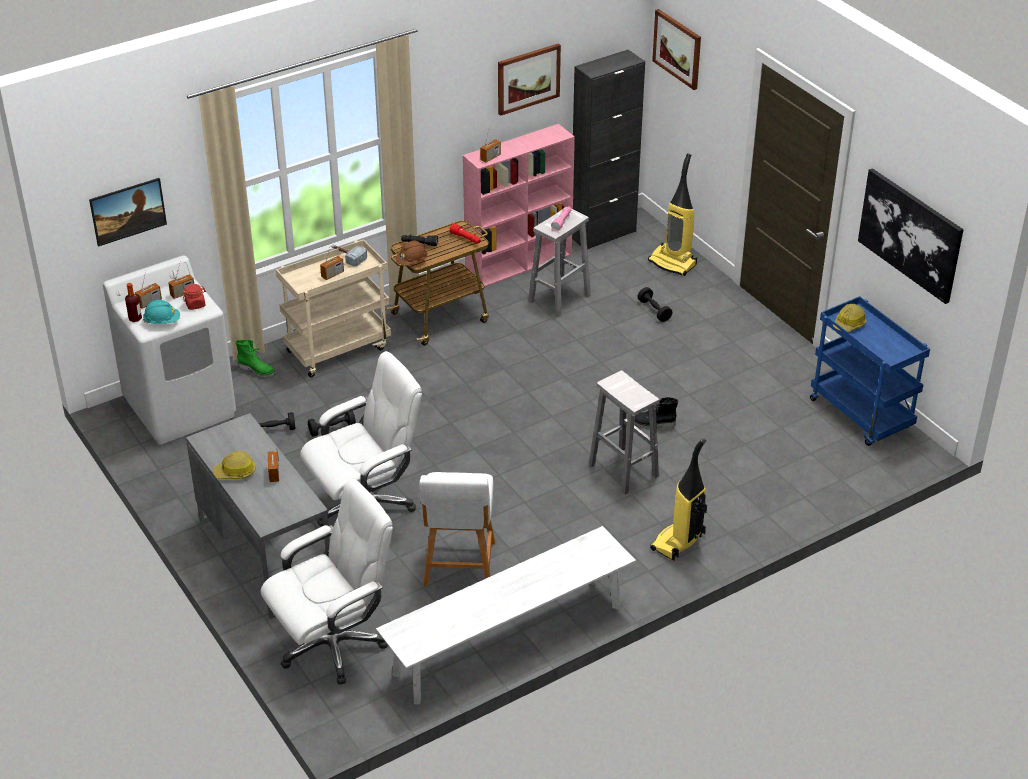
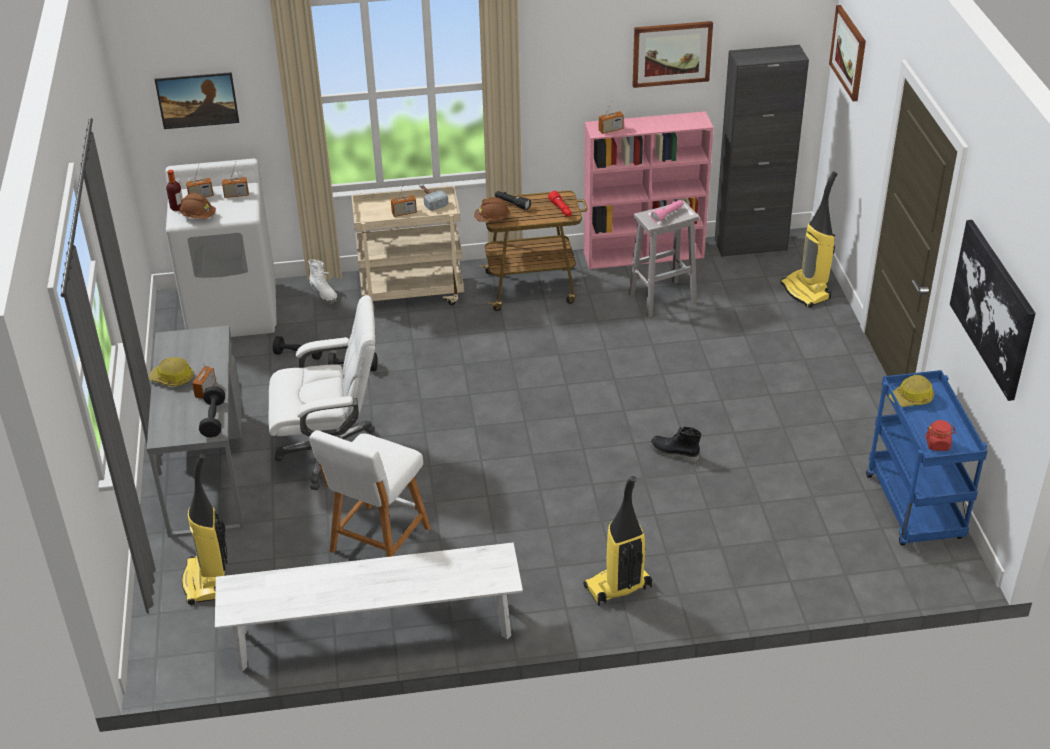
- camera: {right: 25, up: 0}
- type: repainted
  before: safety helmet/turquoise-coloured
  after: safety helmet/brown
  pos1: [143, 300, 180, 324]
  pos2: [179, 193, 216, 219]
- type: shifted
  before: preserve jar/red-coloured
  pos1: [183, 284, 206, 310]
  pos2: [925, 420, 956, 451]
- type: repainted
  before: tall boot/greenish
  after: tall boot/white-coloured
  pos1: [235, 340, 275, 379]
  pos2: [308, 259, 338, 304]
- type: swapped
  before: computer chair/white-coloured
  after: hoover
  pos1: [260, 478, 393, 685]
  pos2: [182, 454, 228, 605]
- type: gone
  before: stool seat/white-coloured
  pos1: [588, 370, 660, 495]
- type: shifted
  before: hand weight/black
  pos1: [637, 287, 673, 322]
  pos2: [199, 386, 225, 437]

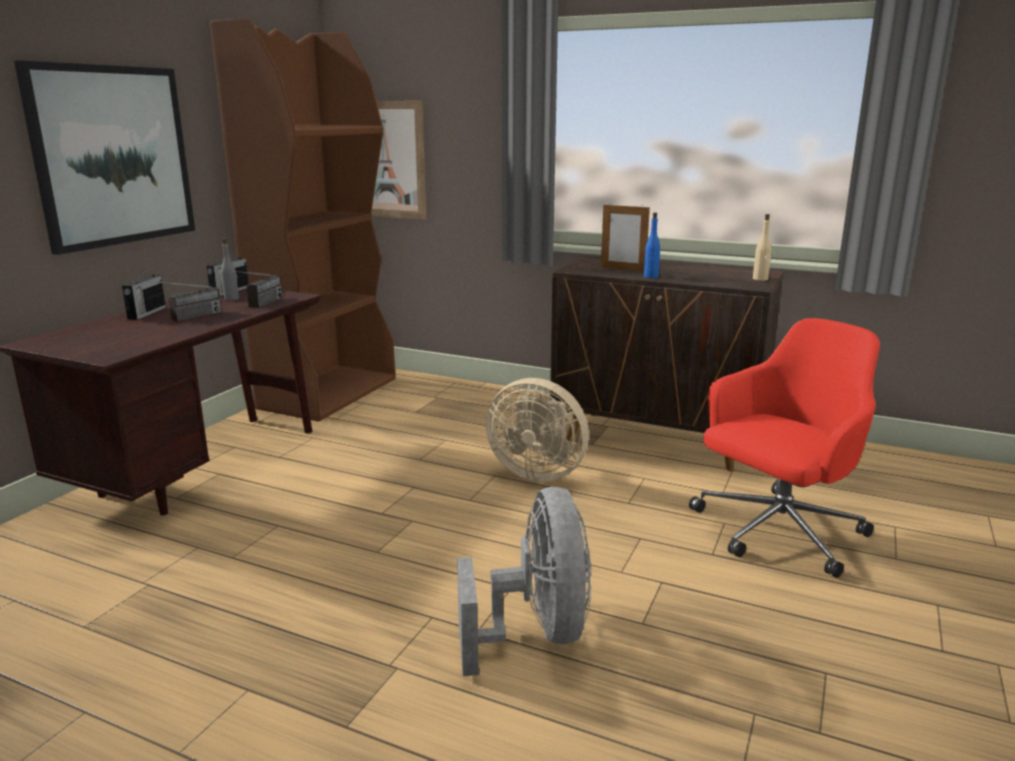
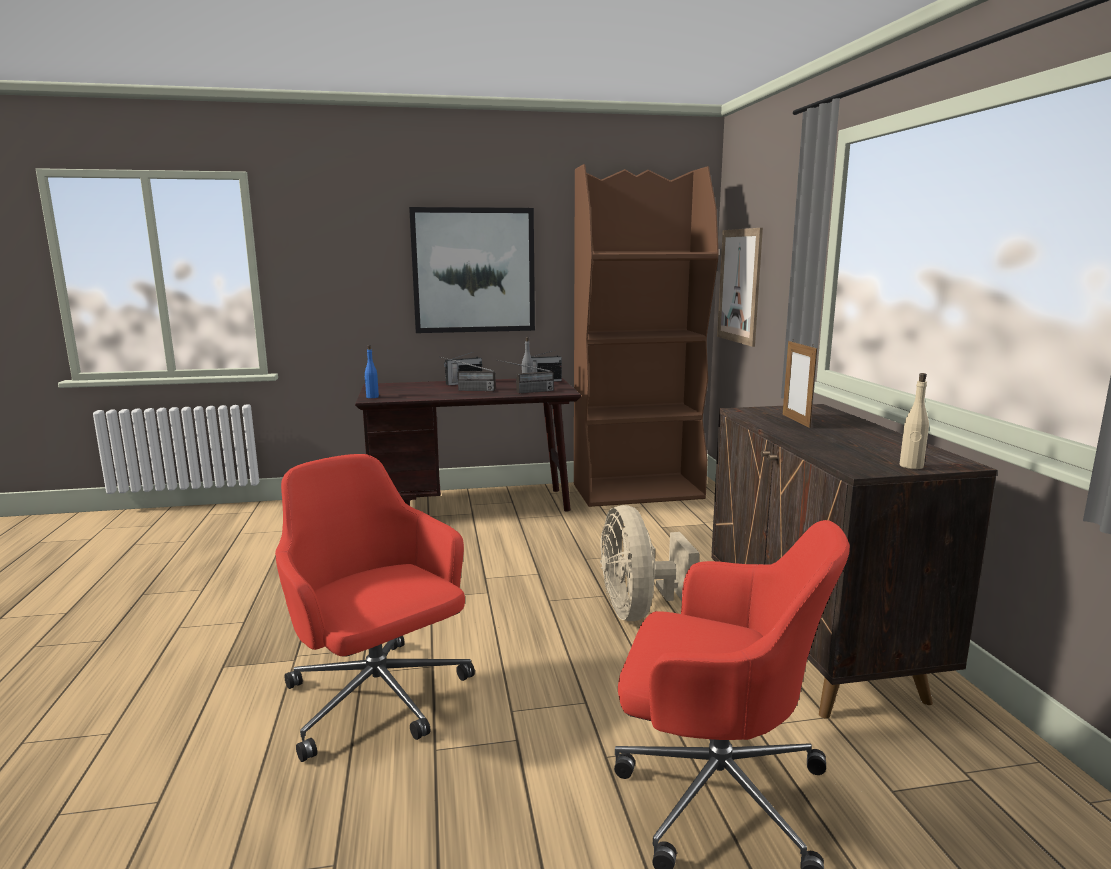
- camera: {right: 55, up: -5}
- type: swapped
  before: electric fan/greyish
  after: computer chair/red-coloured
  pos1: [457, 487, 592, 676]
  pos2: [275, 454, 475, 762]
- type: shifted
  before: bottle/blue
  pos1: [644, 213, 660, 278]
  pos2: [364, 345, 379, 398]

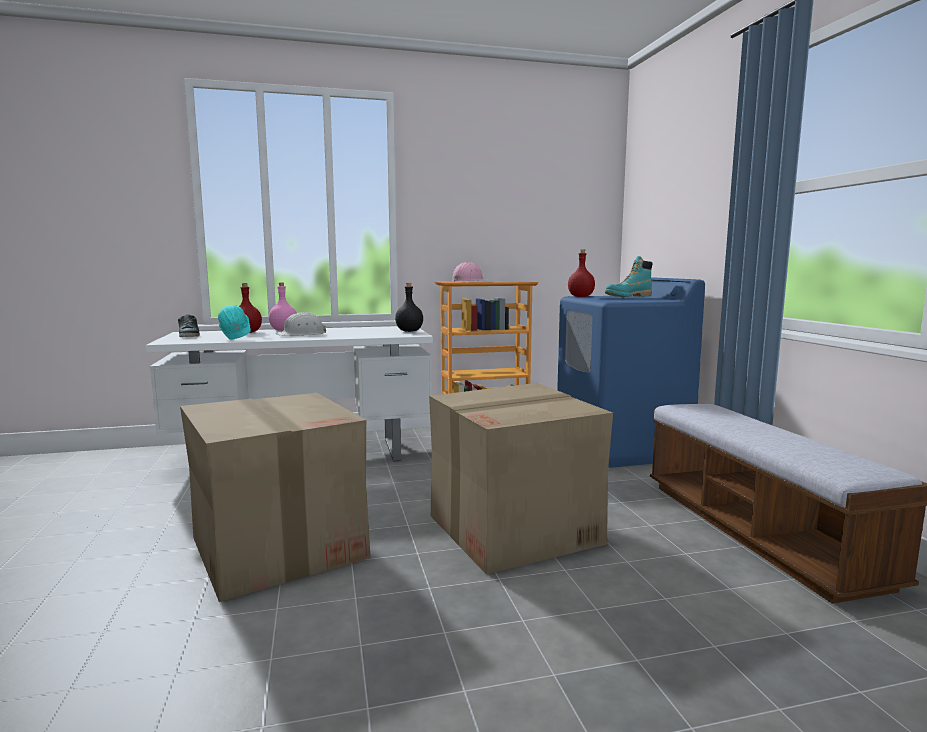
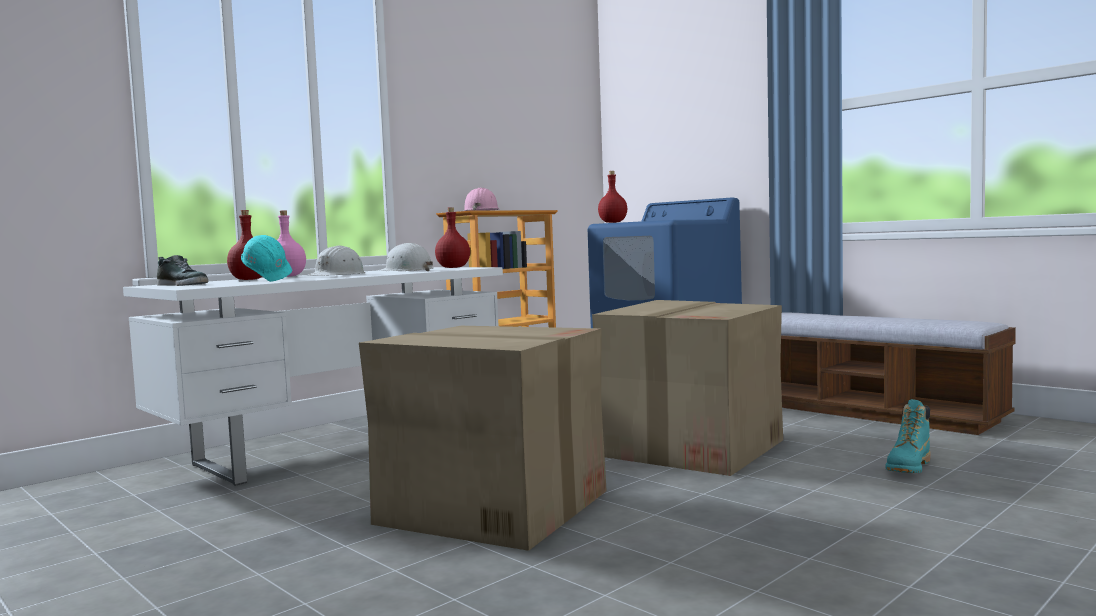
- camera: {right: -30, up: -5}
- type: repainted
  before: bottle/black
  after: bottle/red-coloured
  pos1: [395, 283, 423, 332]
  pos2: [435, 207, 470, 268]
- type: shifted
  before: tall boot/turquoise-coloured
  pos1: [605, 256, 652, 297]
  pos2: [885, 399, 931, 473]
- type: new
  after: safety helmet/white-coloured
  pos2: [379, 243, 434, 271]

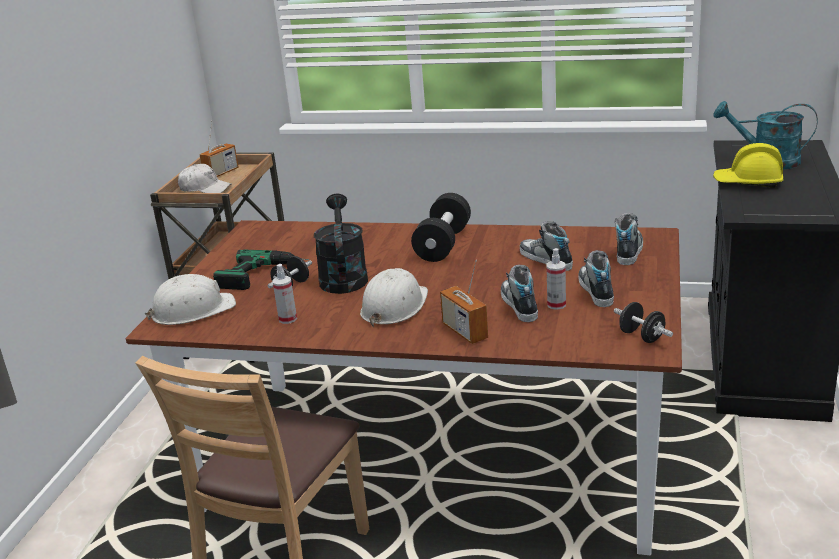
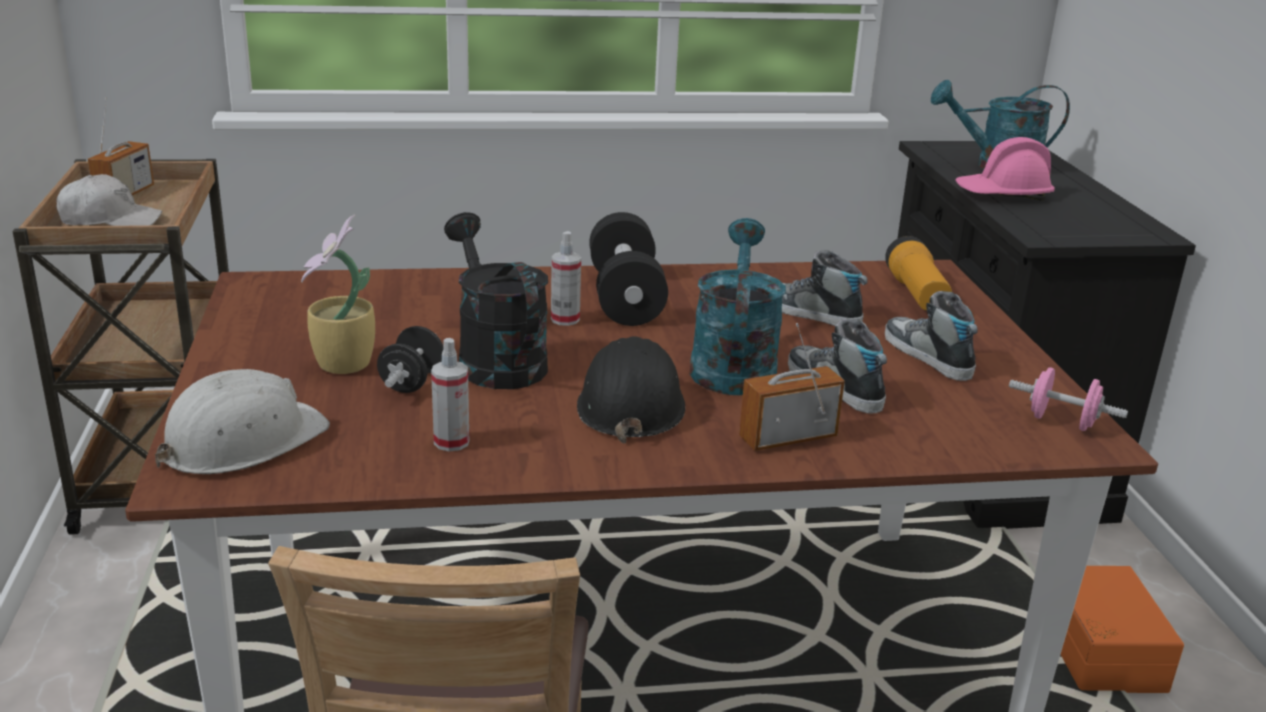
- camera: {right: -25, up: 0}
- type: swapped
  before: electric drill
  after: potted plant
  pos1: [213, 250, 309, 290]
  pos2: [301, 215, 375, 374]
- type: repainted
  before: safety helmet/white-coloured
  after: safety helmet/black
  pos1: [360, 268, 428, 327]
  pos2: [577, 336, 685, 443]
- type: rotated
  before: radio set
  pos1: [440, 260, 488, 344]
  pos2: [739, 323, 845, 451]
  turn: 120
- type: shifted
  before: spray bottle
  pos1: [546, 248, 566, 310]
  pos2: [551, 231, 581, 326]
- type: repainted
  before: hand weight/black
  after: hand weight/pink
  pos1: [614, 302, 673, 343]
  pos2: [1009, 367, 1128, 431]
- type: swapped
  before: low shoe
  after: flashlight
  pos1: [615, 213, 643, 265]
  pos2: [885, 236, 952, 311]
- type: repainted
  before: safety helmet/yellowish
  after: safety helmet/pink
  pos1: [713, 143, 784, 188]
  pos2: [955, 137, 1055, 200]
- type: new
  after: watering can/turquoise-coloured
  pos2: [689, 218, 786, 395]
- type: new
  after: storage bin/orange
  pos2: [1060, 566, 1184, 693]

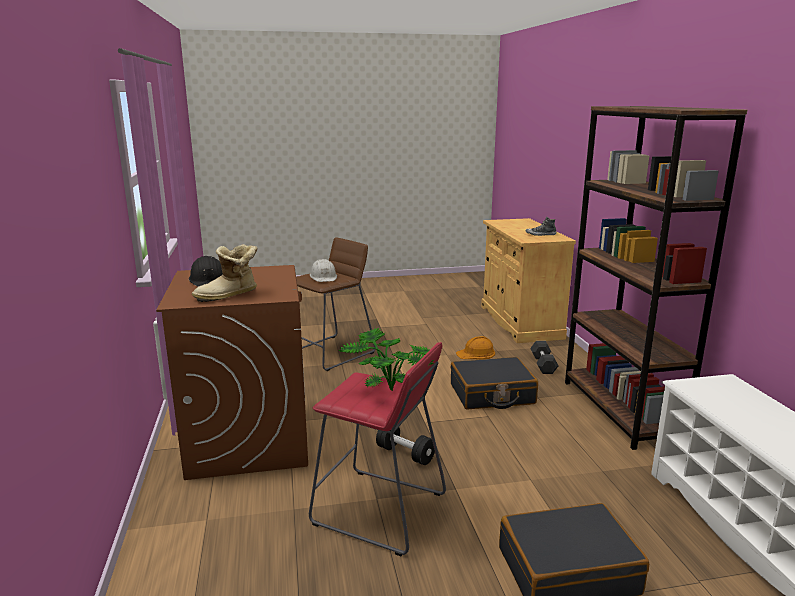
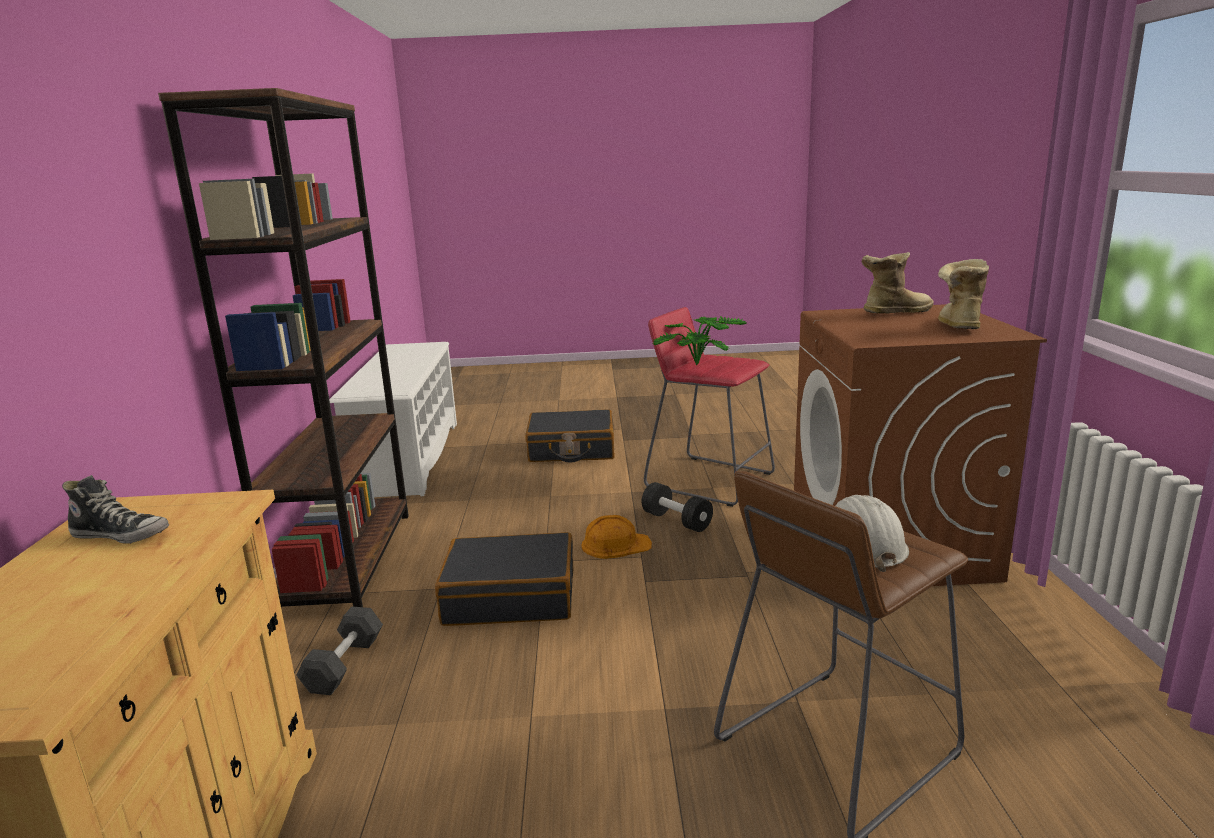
- camera: {right: -170, up: 0}
- type: swapped
  before: safety helmet/black
  after: tall boot
  pos1: [189, 256, 223, 287]
  pos2: [938, 259, 989, 329]
- type: shifted
  before: safety helmet/orange
  pos1: [456, 336, 495, 360]
  pos2: [581, 515, 652, 559]

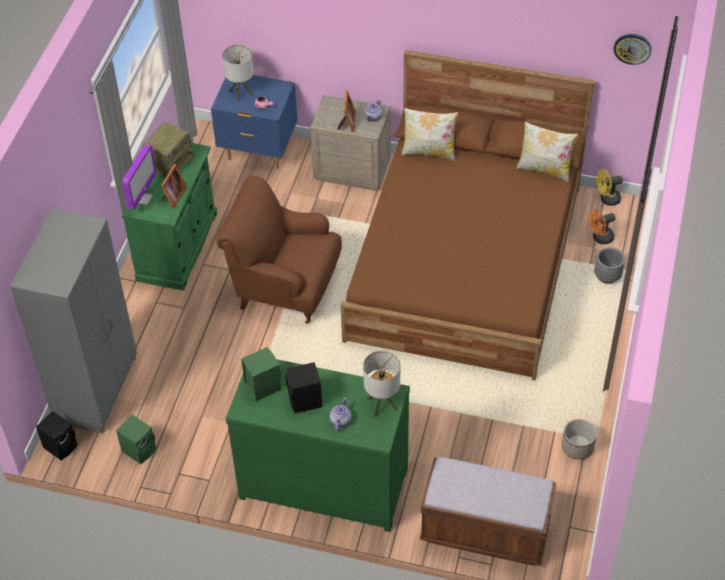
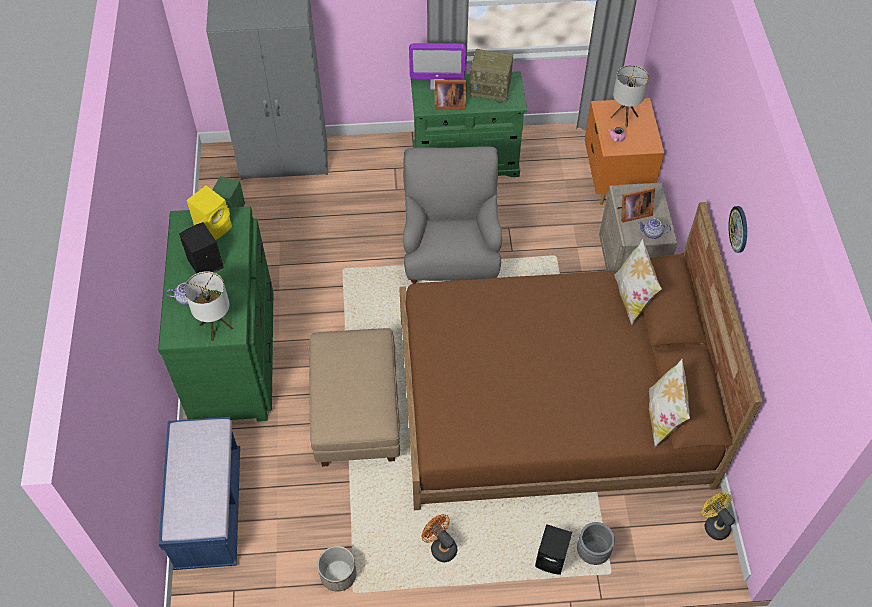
- camera: {right: 70, up: 5}
- type: shifted
  before: loudspeaker/black
  pos1: [36, 411, 78, 461]
  pos2: [535, 524, 572, 575]
- type: repainted
  before: nightstand/blue
  after: nightstand/orange
  pos1: [211, 75, 297, 169]
  pos2: [585, 98, 664, 205]
- type: repainted
  before: easy chair/brown
  after: easy chair/greyish
  pos1: [217, 176, 342, 324]
  pos2: [403, 146, 502, 284]
- type: repainted
  before: loudspeaker/greenish
  after: loudspeaker/yellowish
  pos1: [241, 347, 282, 401]
  pos2: [187, 186, 232, 240]
- type: repainted
  before: indoor bench/brown
  after: indoor bench/blue
  pos1: [420, 457, 556, 566]
  pos2: [158, 417, 240, 570]
- type: shifted
  before: electric fan/orange
  pos1: [588, 209, 616, 244]
  pos2: [422, 514, 457, 562]
- type: shifted
  before: wall clock
  pos1: [614, 34, 652, 65]
  pos2: [728, 206, 747, 253]
- type: new
  after: footrest/sand-coloured
  pos2: [309, 328, 400, 467]

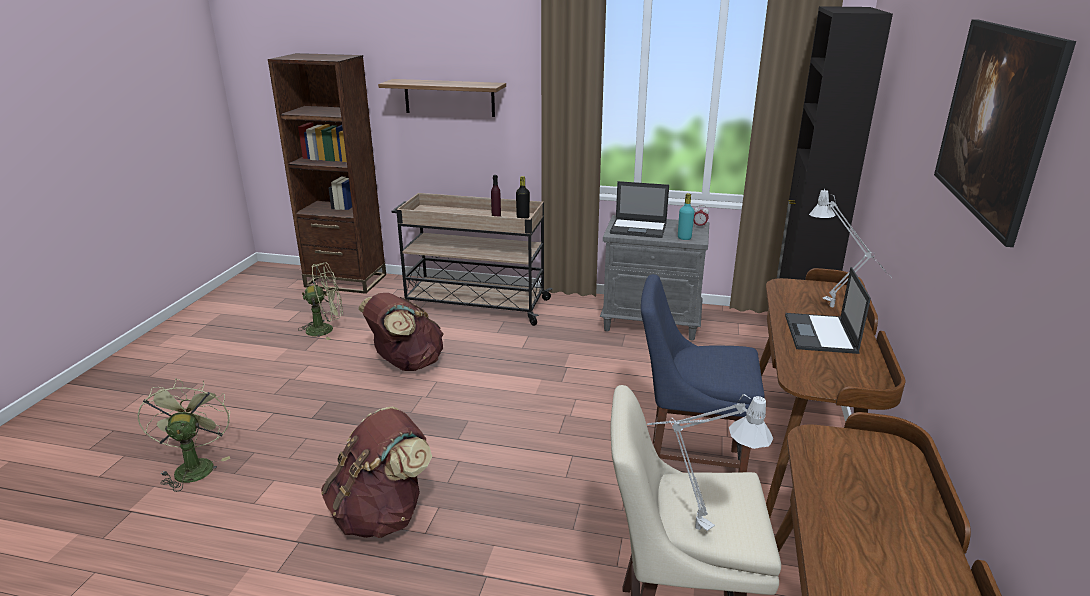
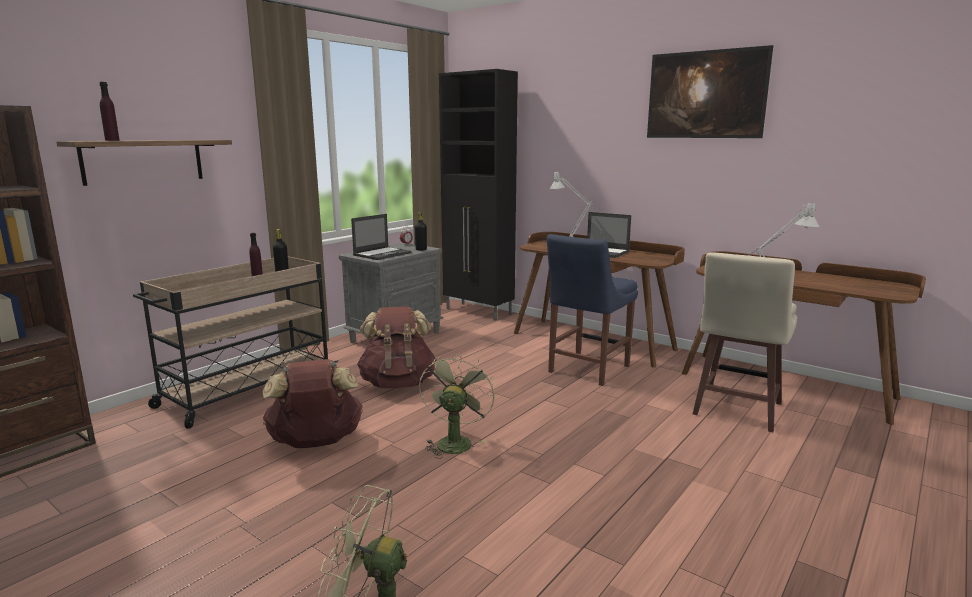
- camera: {right: -65, up: -10}
- type: shifted
  before: electric fan/greenish
  pos1: [298, 263, 343, 340]
  pos2: [419, 352, 495, 459]
- type: shifted
  before: knapsack/brown
  pos1: [321, 407, 432, 538]
  pos2: [357, 306, 437, 389]
- type: repainted
  before: bottle/turquoise-coloured
  after: bottle/black
  pos1: [678, 193, 694, 240]
  pos2: [415, 212, 427, 251]
- type: new
  after: bottle/purple
  pos2: [100, 82, 120, 141]

